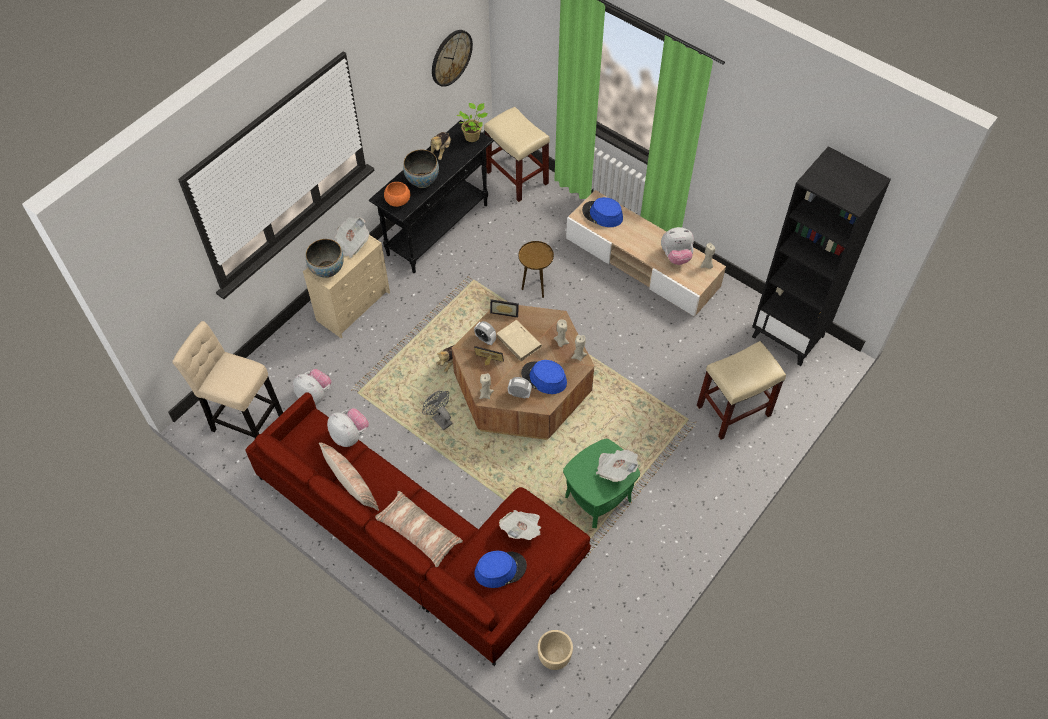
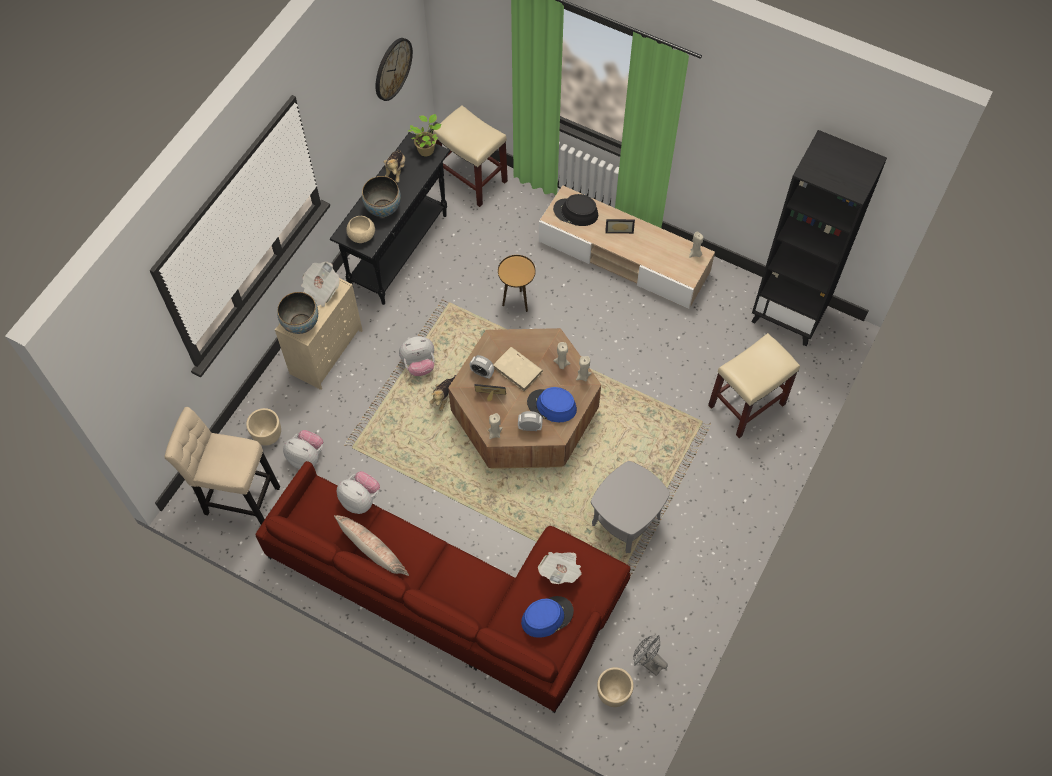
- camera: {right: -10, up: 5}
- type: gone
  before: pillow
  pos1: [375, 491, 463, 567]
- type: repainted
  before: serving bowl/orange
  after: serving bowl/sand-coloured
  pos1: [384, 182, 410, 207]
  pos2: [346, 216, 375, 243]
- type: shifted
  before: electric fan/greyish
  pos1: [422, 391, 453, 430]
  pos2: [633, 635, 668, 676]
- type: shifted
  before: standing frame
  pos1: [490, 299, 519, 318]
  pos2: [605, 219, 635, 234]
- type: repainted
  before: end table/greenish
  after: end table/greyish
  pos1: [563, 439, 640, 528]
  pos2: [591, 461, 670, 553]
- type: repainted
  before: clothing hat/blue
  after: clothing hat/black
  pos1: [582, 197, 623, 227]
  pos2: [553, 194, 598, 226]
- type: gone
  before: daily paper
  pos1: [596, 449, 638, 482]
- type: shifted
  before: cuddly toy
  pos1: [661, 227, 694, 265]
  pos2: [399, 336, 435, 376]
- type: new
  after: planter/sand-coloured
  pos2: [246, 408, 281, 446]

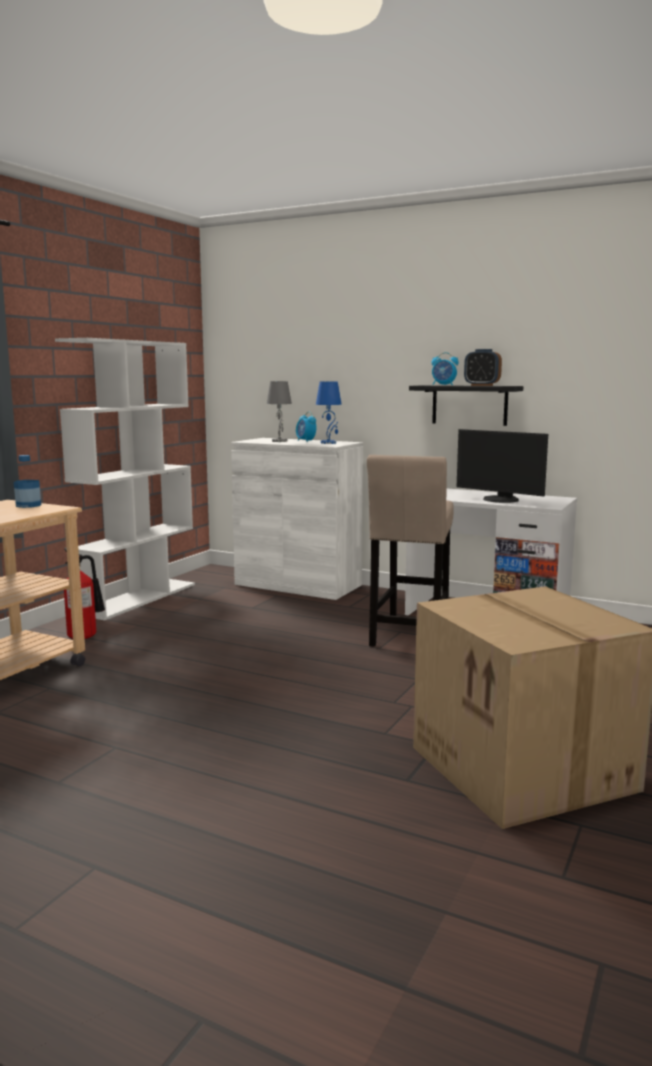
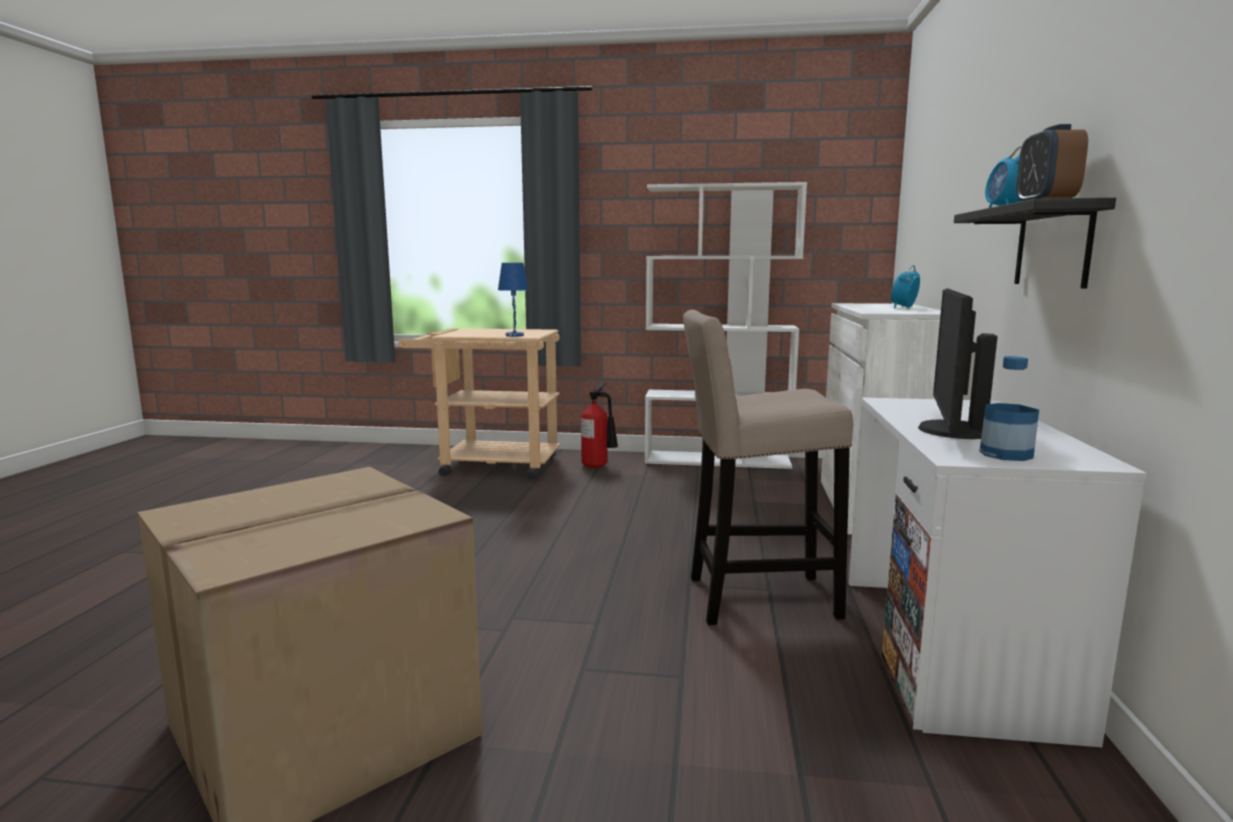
- camera: {right: 70, up: 0}
- type: shifted
  before: bottle
  pos1: [14, 455, 41, 508]
  pos2: [980, 356, 1039, 461]
- type: gone
  before: lamp for a table/greyish
  pos1: [267, 381, 292, 442]
- type: shifted
  before: lamp for a table/blue
  pos1: [316, 382, 342, 444]
  pos2: [498, 263, 529, 337]

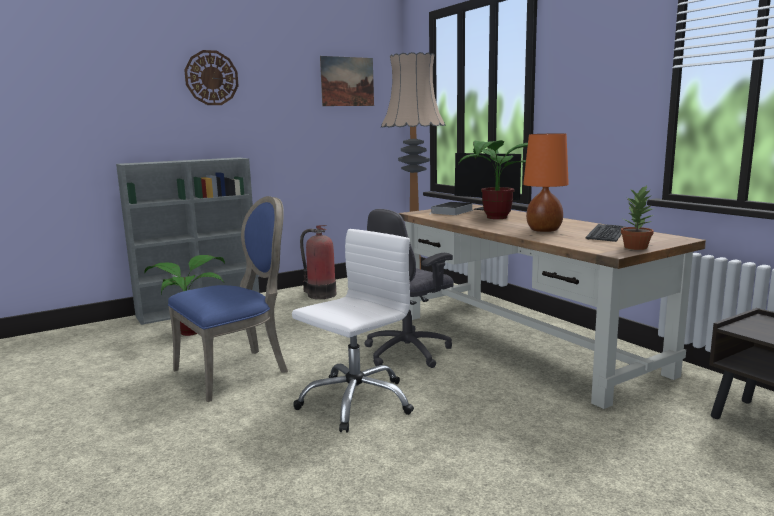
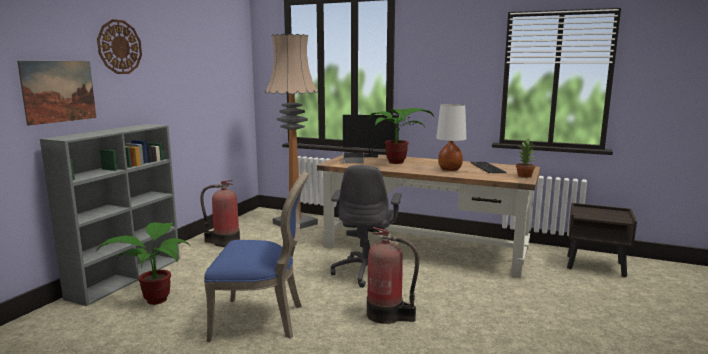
- camera: {right: -35, up: 0}
- type: rotated
  before: upright chair/blue
  pos1: [168, 196, 288, 402]
  pos2: [204, 171, 309, 342]
  turn: 75
- type: swapped
  before: computer chair/white-coloured
  after: fire extinguisher
  pos1: [292, 229, 414, 433]
  pos2: [367, 227, 419, 324]
- type: shifted
  before: wall art
  pos1: [320, 56, 374, 106]
  pos2: [17, 61, 96, 126]
- type: repainted
  before: lamp for a table/orange
  after: lamp for a table/white-coloured
  pos1: [523, 133, 569, 232]
  pos2: [436, 104, 466, 171]

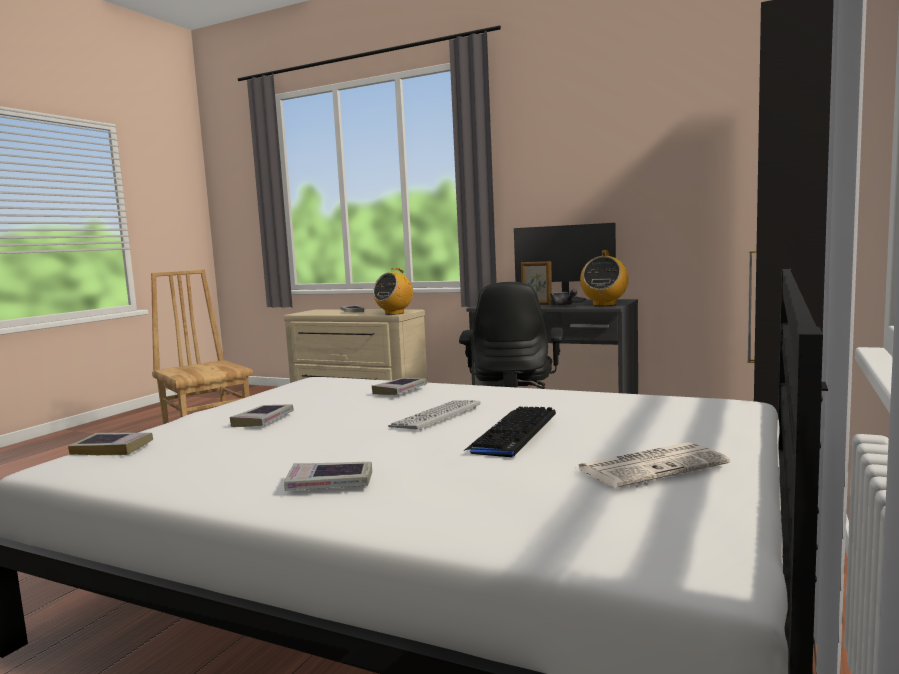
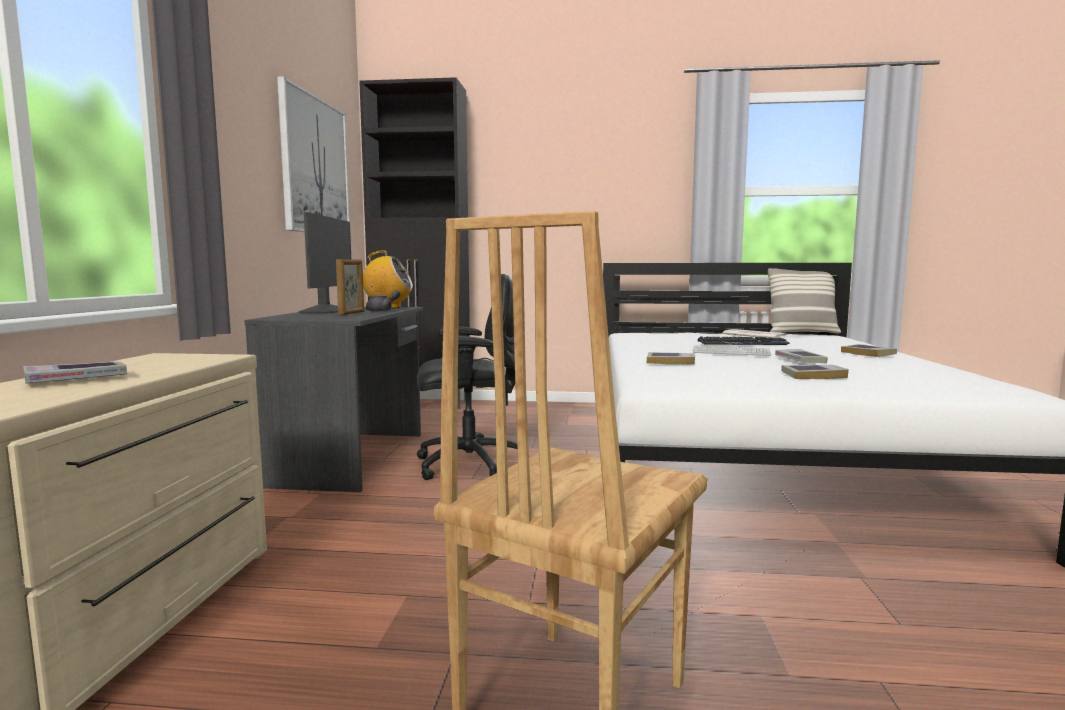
- camera: {right: -110, up: 0}
- type: shifted
  before: bound book
  pos1: [68, 433, 153, 455]
  pos2: [775, 349, 828, 364]
- type: gone
  before: radio set
  pos1: [373, 268, 413, 315]
- type: new
  after: wall art
  pos2: [277, 76, 351, 236]
- type: new
  after: pillow
  pos2: [768, 268, 841, 334]

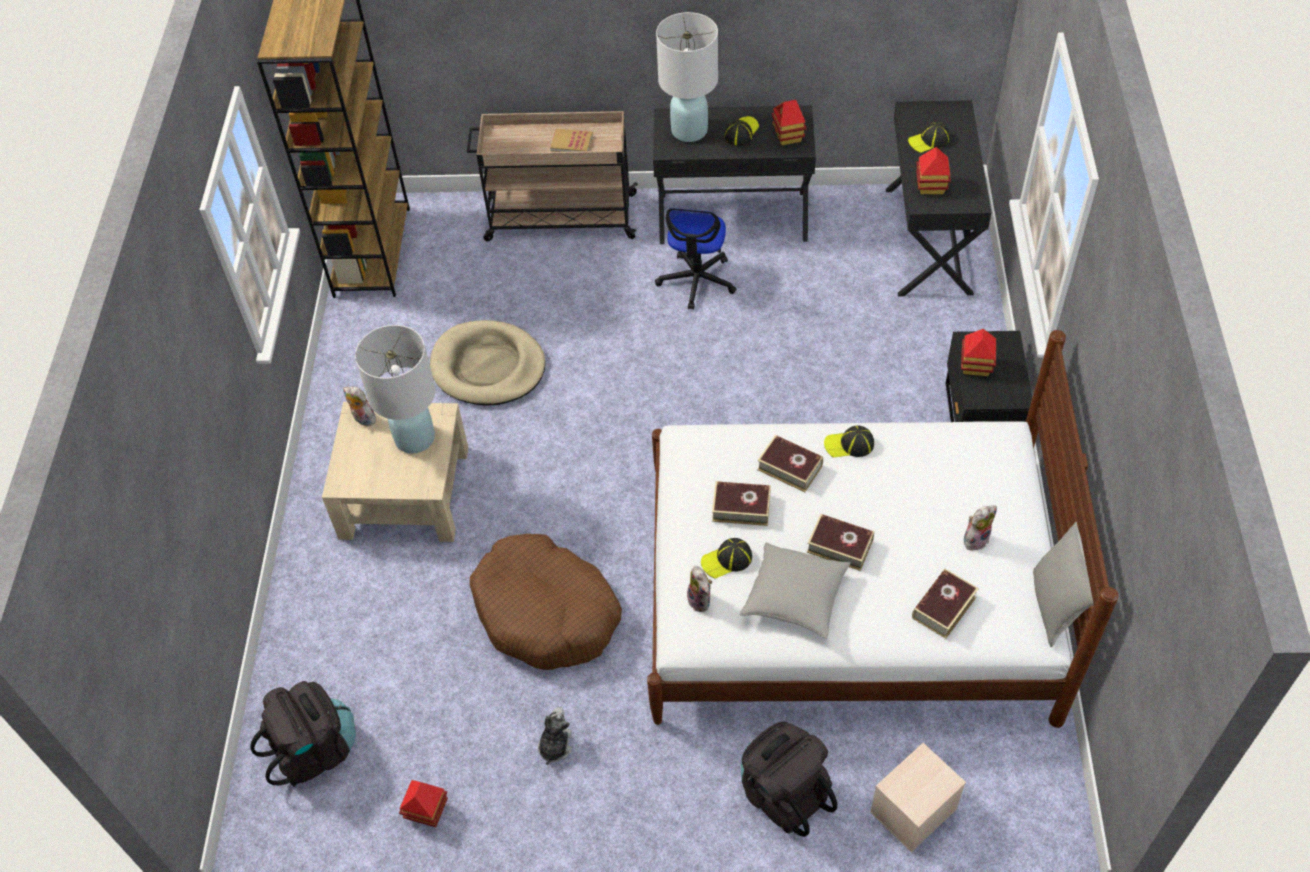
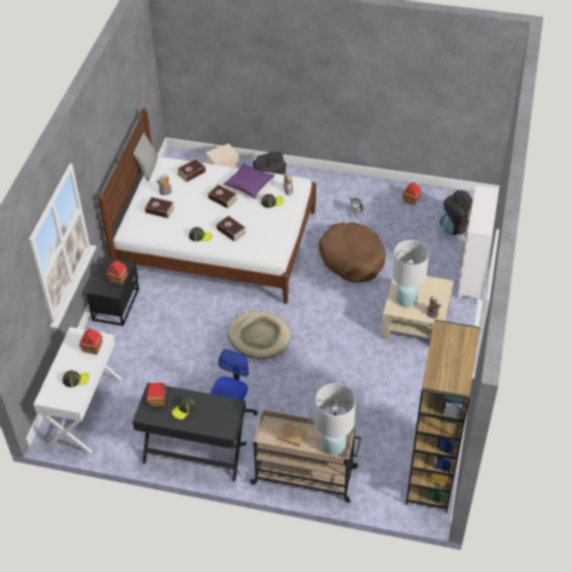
- camera: {right: -170, up: -5}
- type: shifted
  before: dog bed/sand-coloured
  pos1: [430, 320, 546, 406]
  pos2: [228, 311, 291, 359]
- type: shifted
  before: lamp for a table/white-coloured
  pos1: [656, 12, 718, 142]
  pos2: [315, 383, 356, 456]
- type: shifted
  before: bound book
  pos1: [712, 481, 771, 526]
  pos2: [145, 196, 175, 218]
- type: repainted
  before: pillow/greyish
  after: pillow/purple
  pos1: [740, 542, 851, 639]
  pos2: [223, 163, 275, 199]
- type: repainted
  before: desk table/black
  after: desk table/white-coloured
  pos1: [886, 100, 992, 296]
  pos2: [33, 327, 122, 453]
- type: new
  after: drawer chest/white-coloured
  pos2: [458, 185, 499, 301]

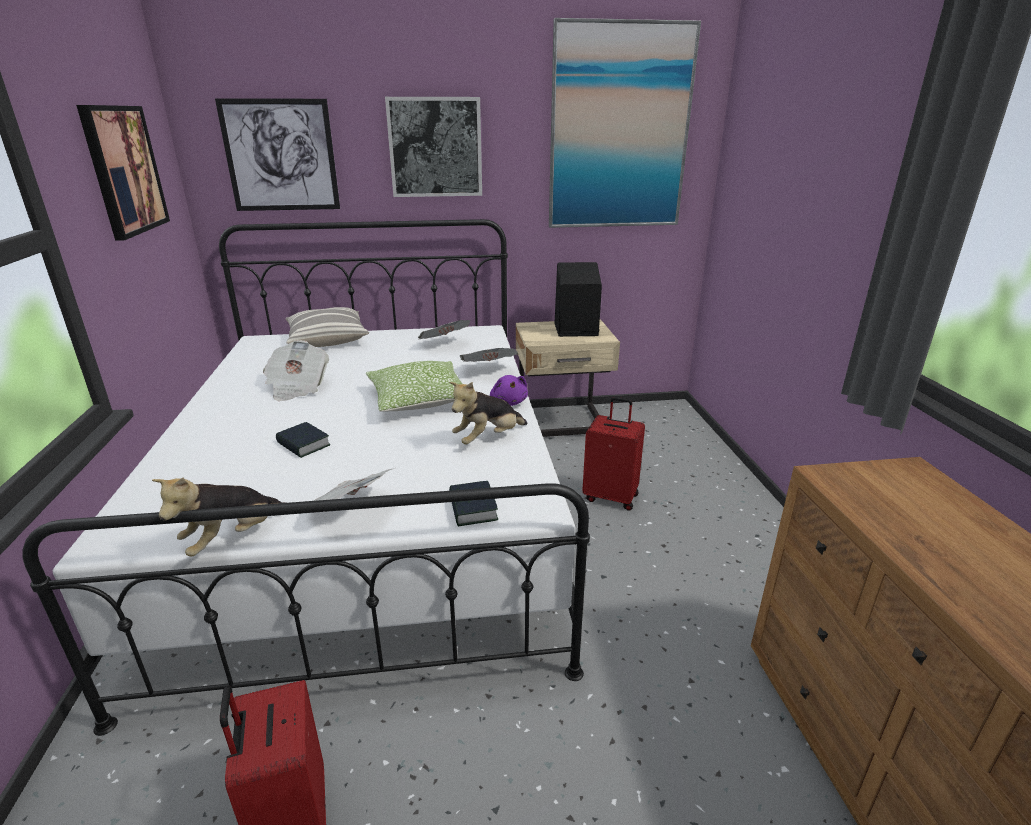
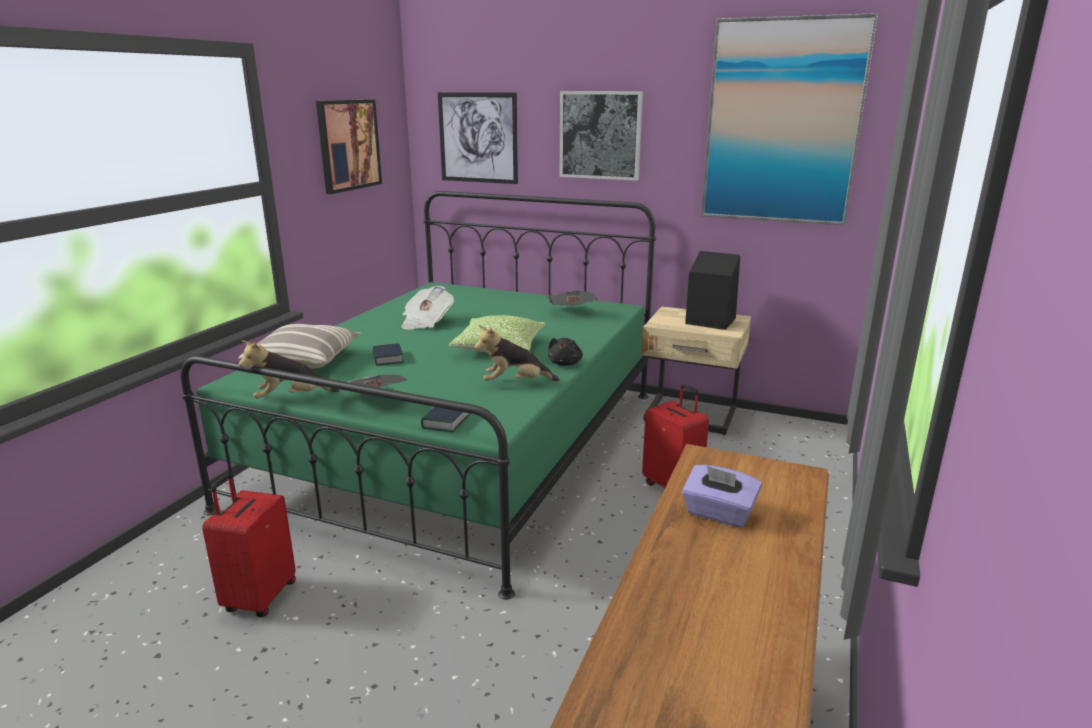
- camera: {right: 30, up: -5}
- type: repainted
  before: bedroom bed/white-coloured
  after: bedroom bed/greenish
  pos1: [22, 219, 590, 736]
  pos2: [181, 191, 656, 600]
- type: shifted
  before: pillow
  pos1: [286, 307, 369, 347]
  pos2: [238, 324, 361, 369]
- type: gone
  before: daily paper
  pos1: [459, 348, 518, 362]
- type: repainted
  before: cuddly toy/purple
  after: cuddly toy/black
  pos1: [490, 375, 528, 406]
  pos2: [548, 338, 583, 366]
- type: new
  after: box of tissues/purple
  pos2: [682, 465, 762, 528]

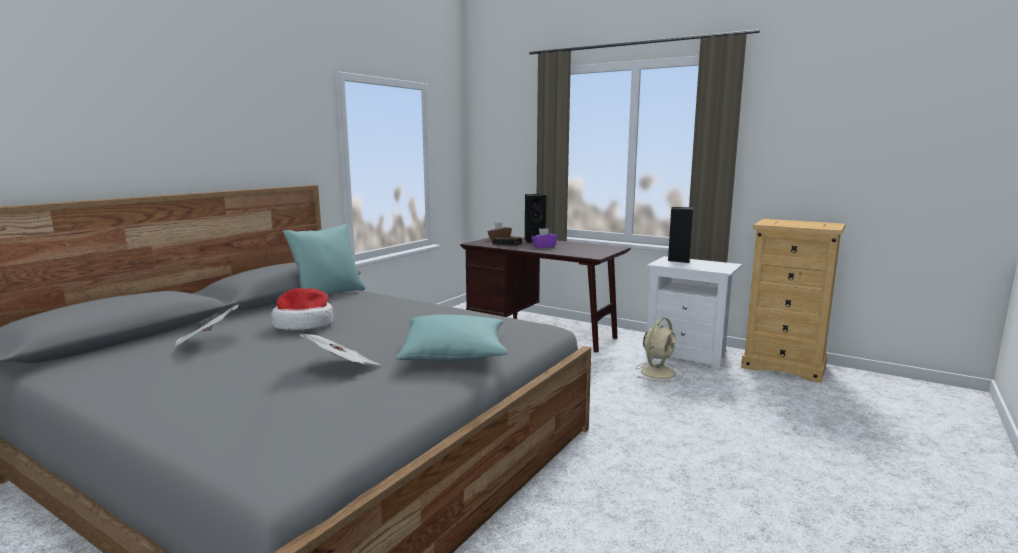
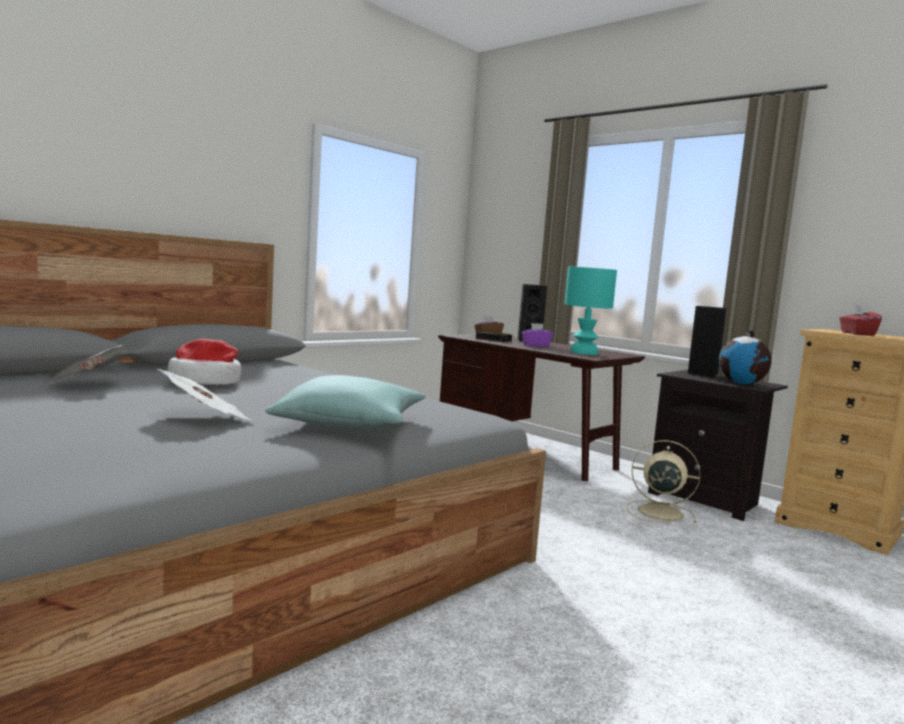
- camera: {right: 10, up: -5}
- type: gone
  before: pillow/turquoise-coloured
  pos1: [283, 224, 365, 294]
- type: rotated
  before: electric fan/sand-coloured
  pos1: [635, 318, 684, 382]
  pos2: [626, 440, 700, 523]
  turn: -120
- type: repainted
  before: nightstand/white-coloured
  after: nightstand/black
  pos1: [646, 256, 742, 370]
  pos2: [648, 370, 788, 521]
- type: new
  after: lamp for a table/turquoise-coloured
  pos2: [564, 267, 617, 355]
- type: new
  after: world globe
  pos2: [719, 330, 772, 384]
- type: new
  after: box of tissues/red-coloured
  pos2: [839, 304, 882, 336]

